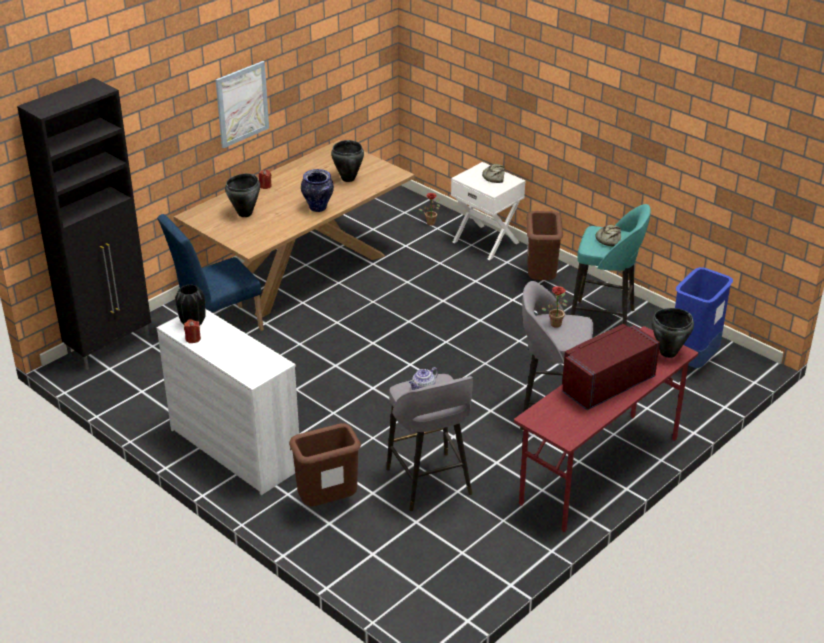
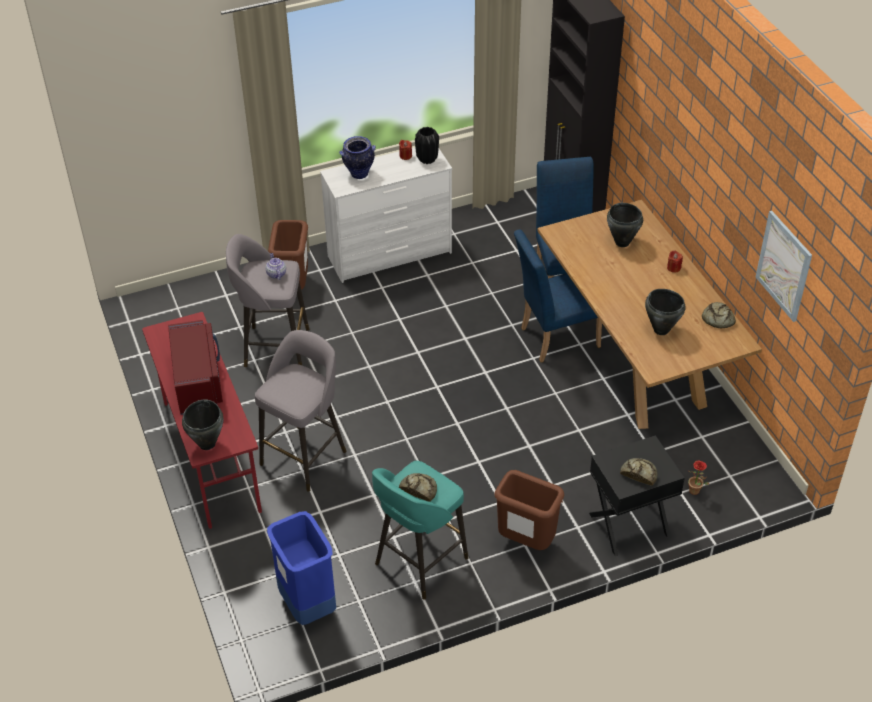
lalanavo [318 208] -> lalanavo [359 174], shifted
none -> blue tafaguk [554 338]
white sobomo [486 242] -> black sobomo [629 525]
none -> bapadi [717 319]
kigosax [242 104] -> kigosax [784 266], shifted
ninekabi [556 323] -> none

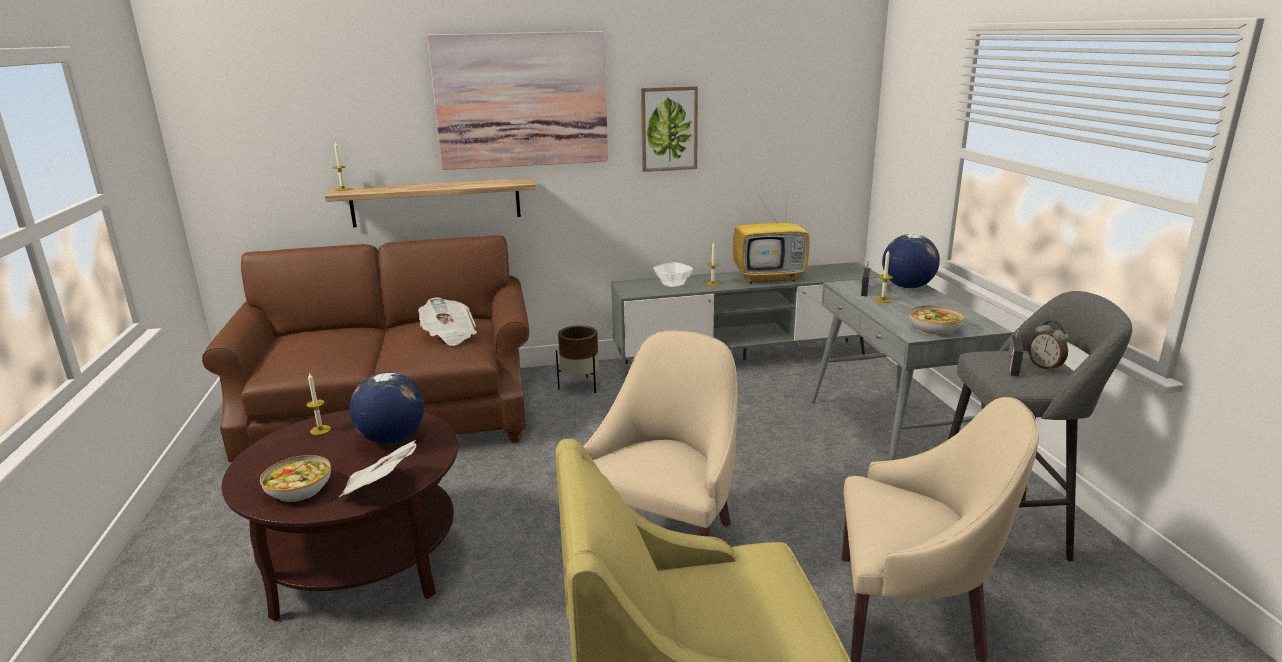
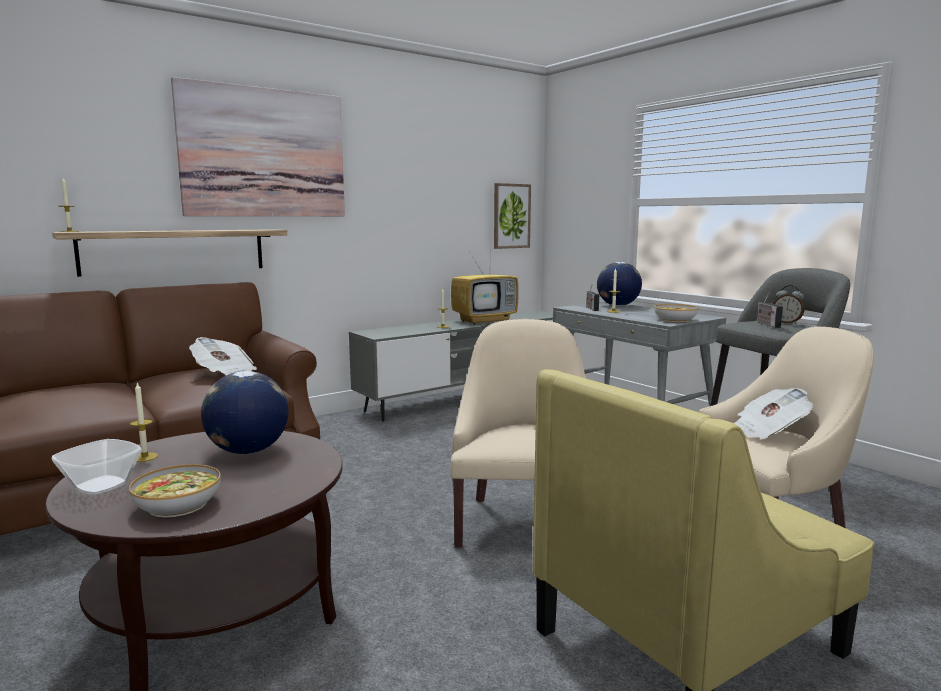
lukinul [673 284] -> lukinul [102 485], shifted
kigosax [669 129] -> kigosax [511 216], shifted
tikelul [380 487] -> tikelul [766 432], shifted
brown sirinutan [580 386] -> none

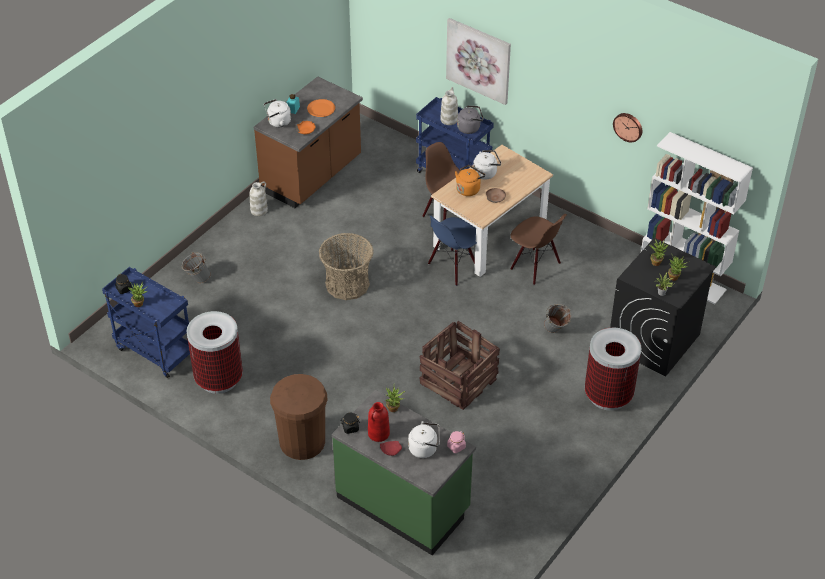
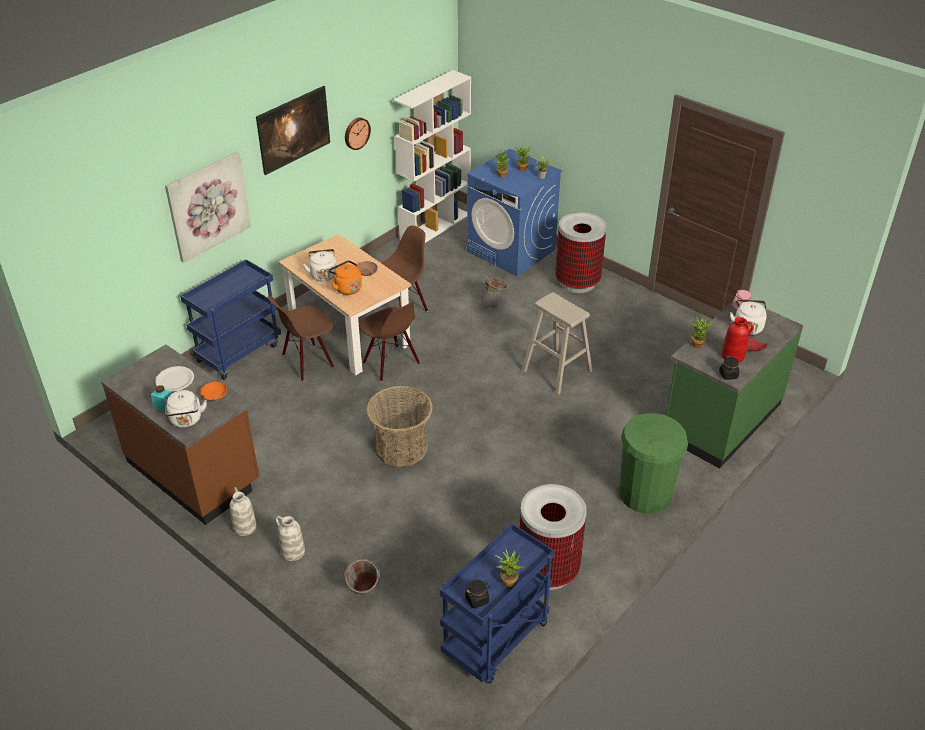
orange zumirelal [321 109] -> white zumirelal [175 380]
none -> kigosax [295 144]
white lalanavo [449 119] -> white lalanavo [292 552], shifted
blue tafaguk [453 267] -> brown tafaguk [390 363]
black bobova [653 341] -> blue bobova [511 250]
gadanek [459 380] -> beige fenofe [556 371]
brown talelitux [302 441] -> green talelitux [645 494]
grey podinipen [470 128] -> none

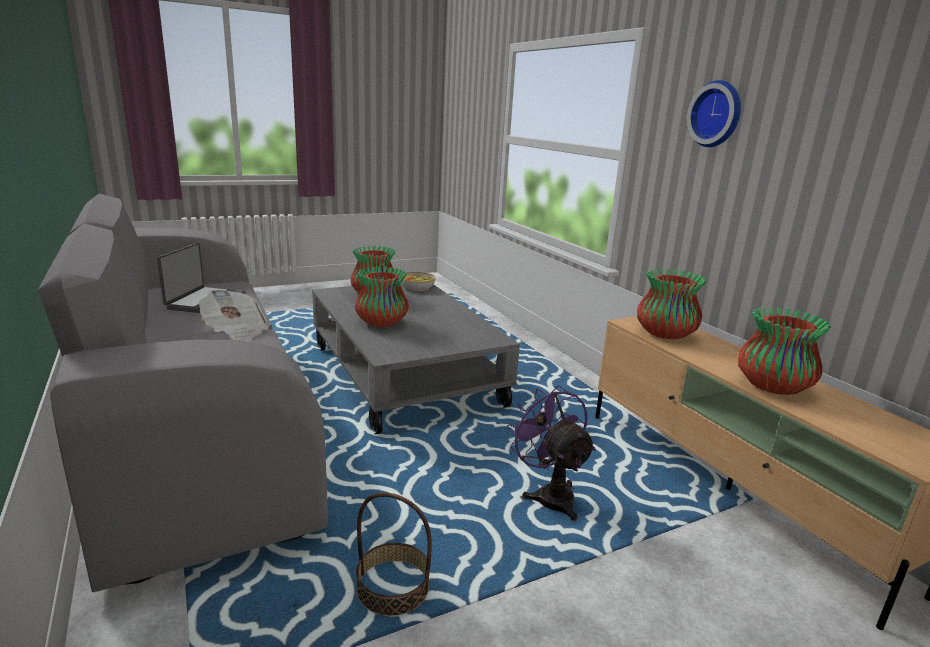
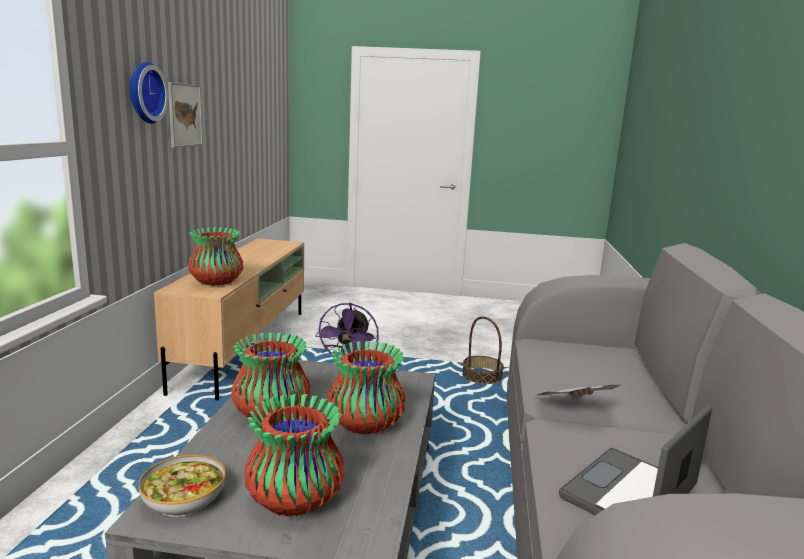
none -> kigosax [185 115]
lalanavo [773 387] -> lalanavo [271 414], shifted

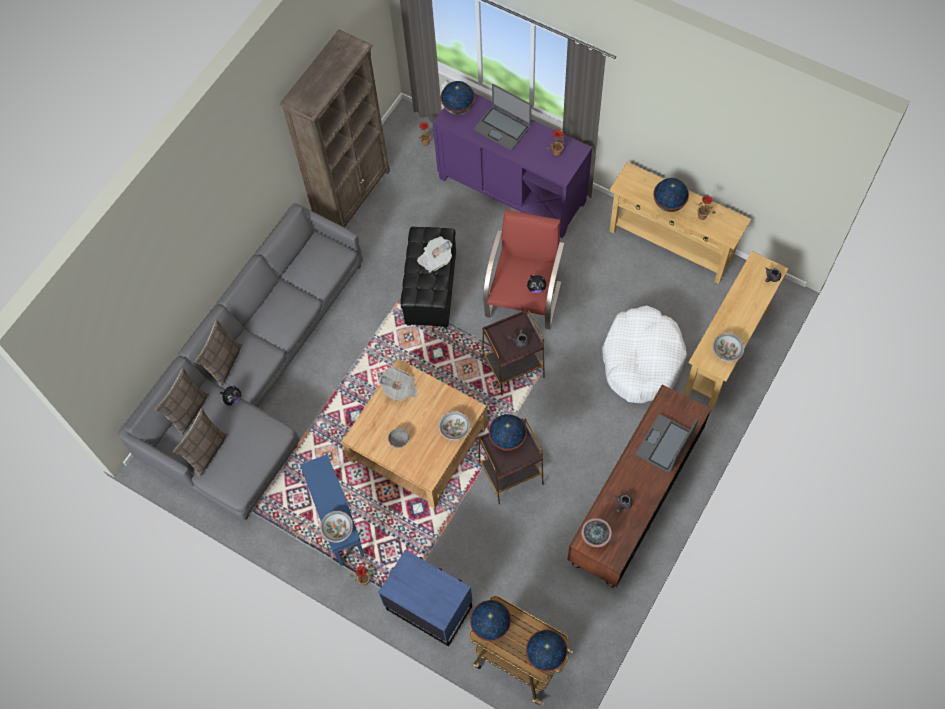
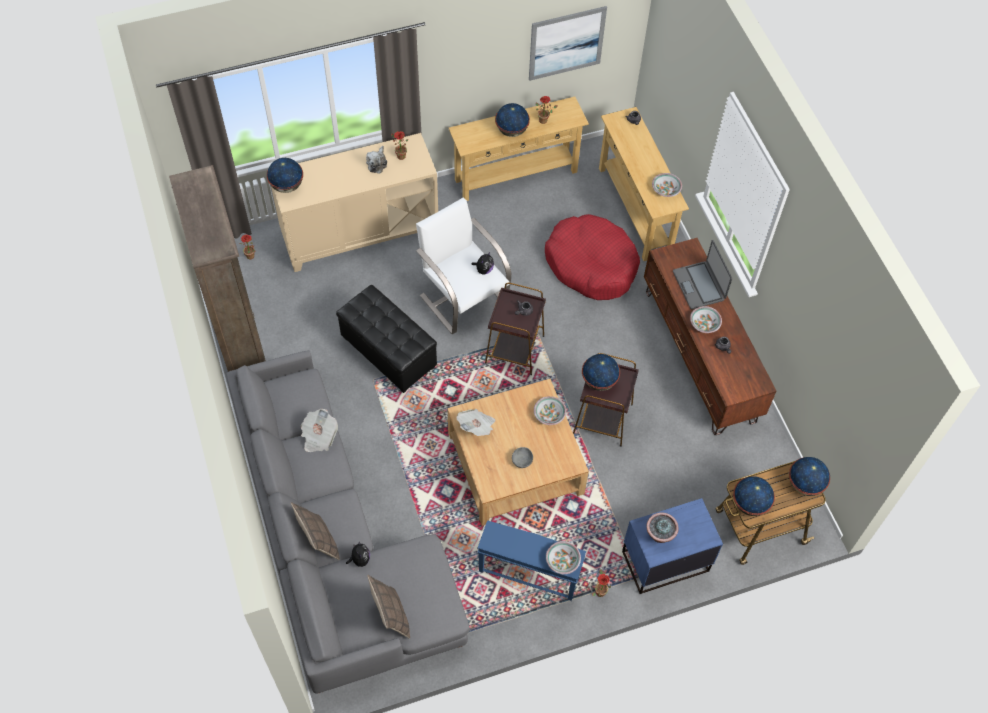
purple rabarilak [512 190] -> beige rabarilak [360 233]
tikelul [435 259] -> tikelul [319 436], shifted
none -> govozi [377 163]
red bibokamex [524 298] -> white bibokamex [463 298]
none -> kigosax [566 43]
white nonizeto [641 360] -> red nonizeto [591 264]
ninekabi [595 538] -> ninekabi [659 534], shifted
none -> lukinul [704 324]
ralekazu [188 411] -> none
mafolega [502 128] -> none

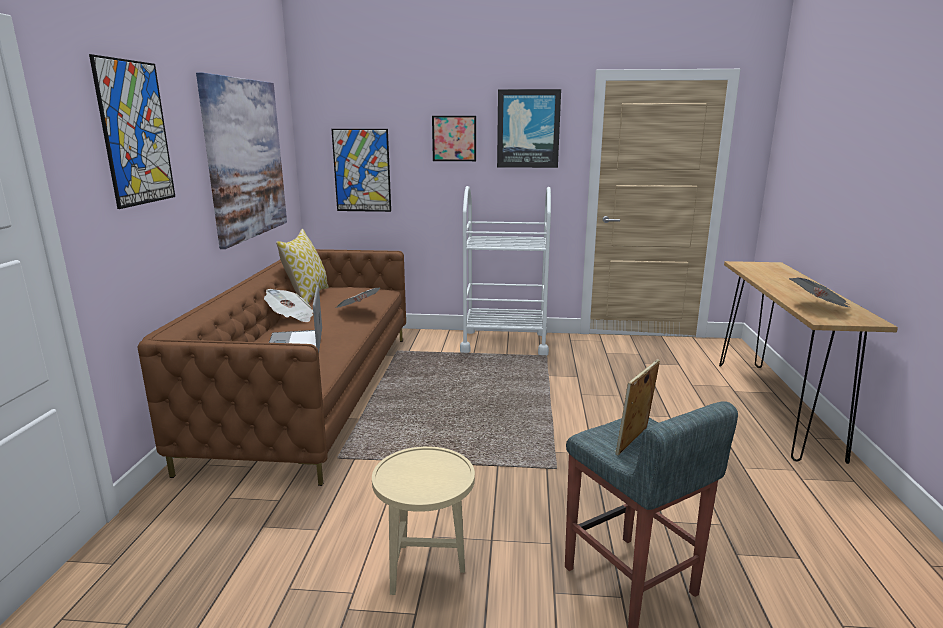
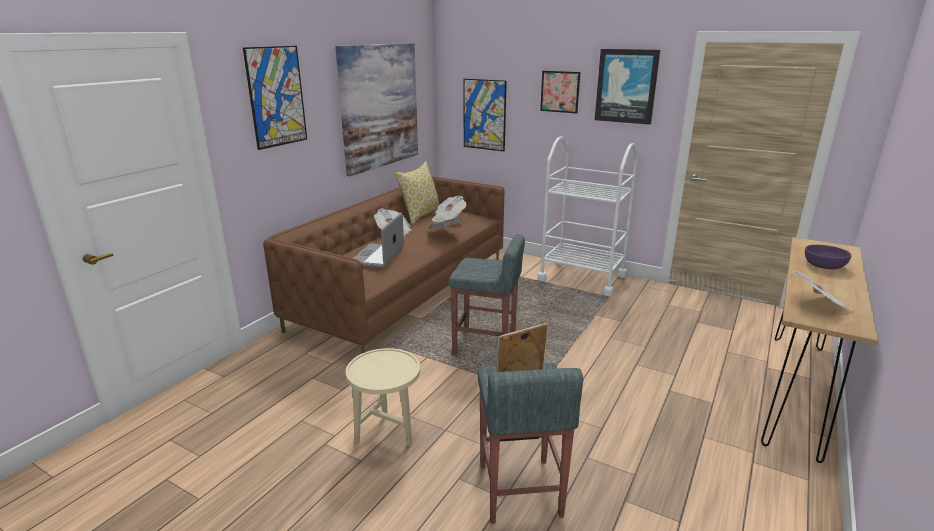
none -> tikelul [448 218]
none -> grey fenofe [485 347]
none -> purple lukinul [823 265]

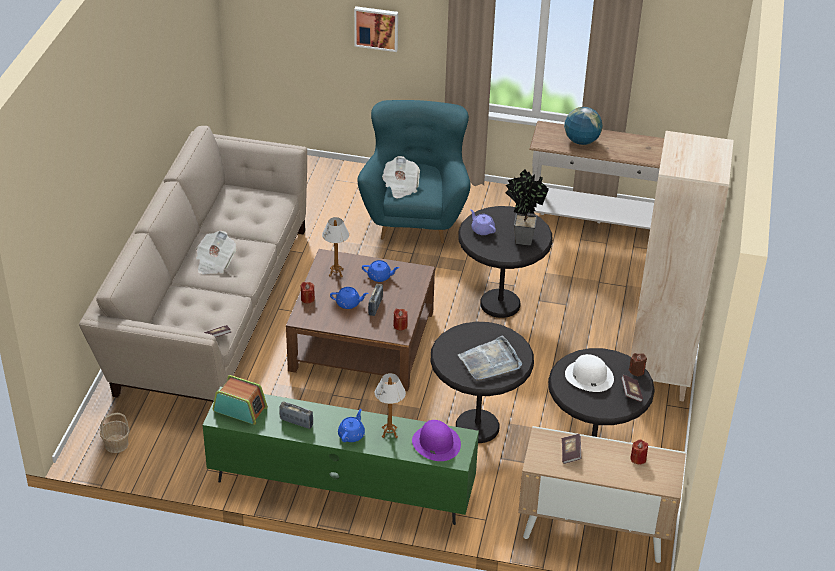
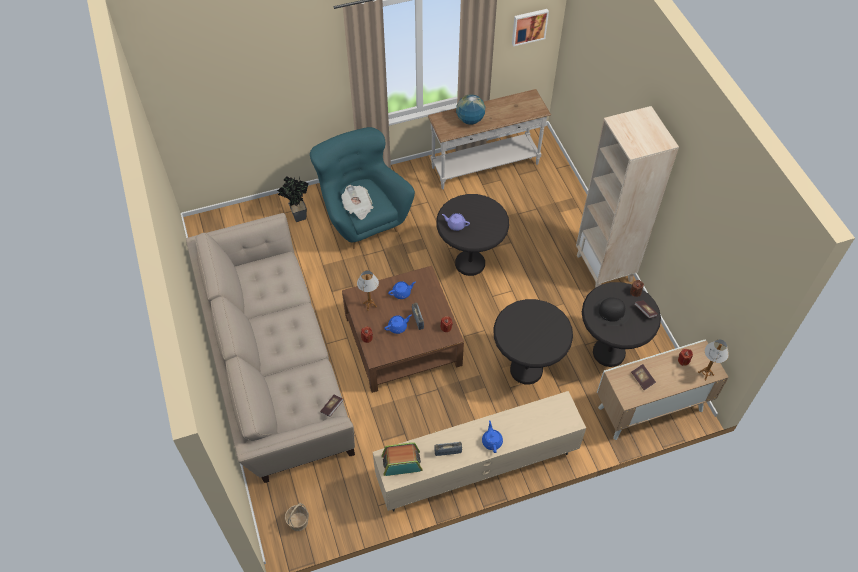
ninekabi [520 238] -> ninekabi [297 216], shifted
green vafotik [341 487] -> beige vafotik [477 467]
kigosax [376 28] -> kigosax [529 26], shifted
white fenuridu [589 376] -> black fenuridu [611 312]
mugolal [389 432] -> mugolal [705 373], shifted
tikelul [214 263] -> none
purple fenuridu [436 443] -> none
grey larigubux [490 362] -> none

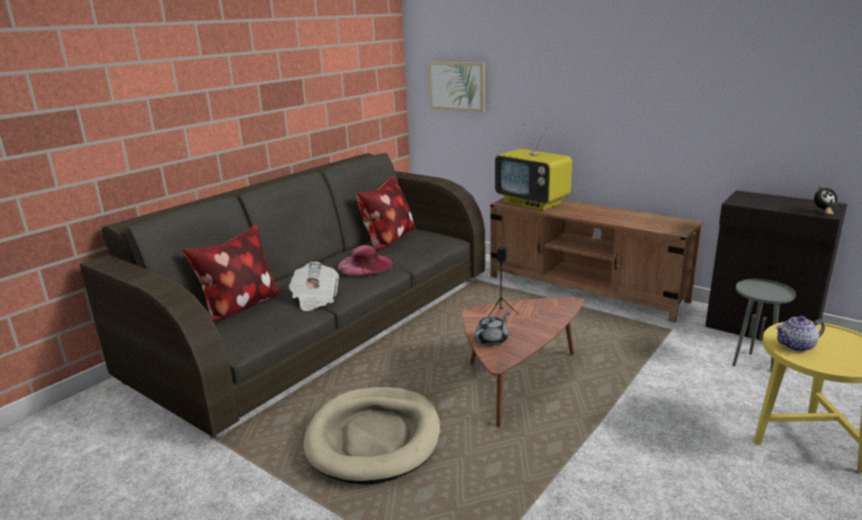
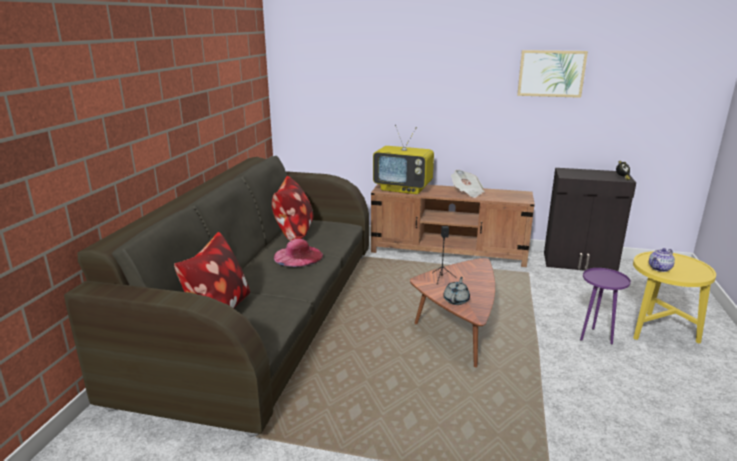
tikelul [315 299] -> tikelul [467 192], shifted
kigosax [457 86] -> kigosax [551 73], shifted
none -> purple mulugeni [595 337]
beige nonizeto [374 438] -> none
grey mulugeni [752 363] -> none

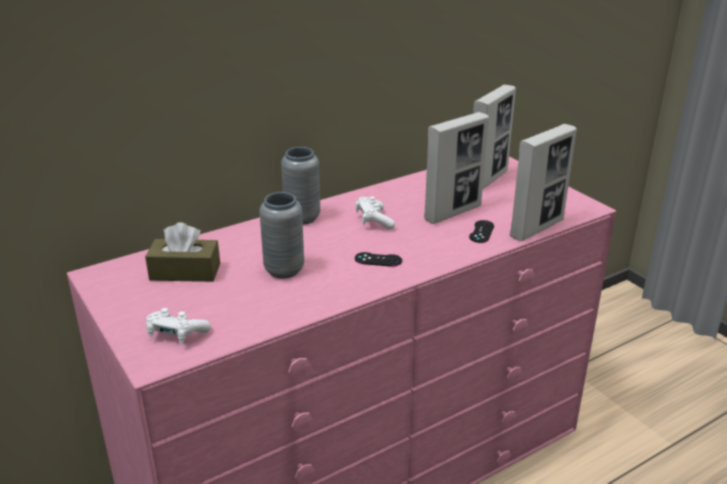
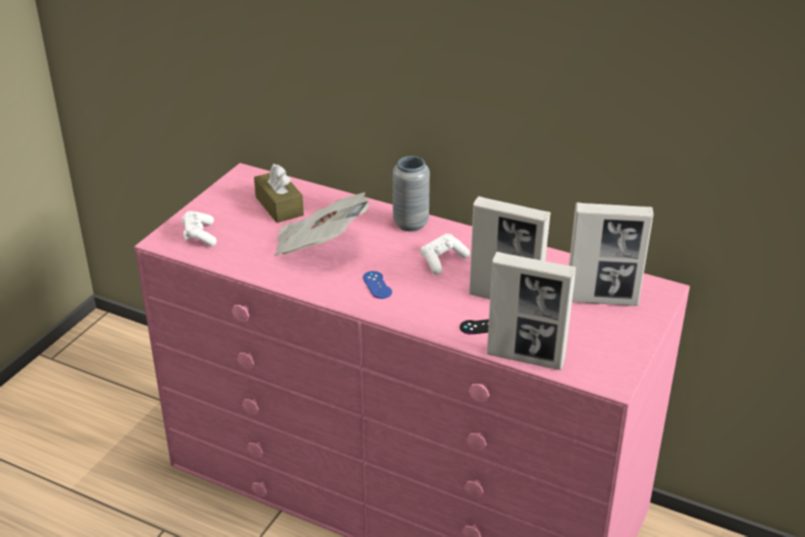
grey lalanavo [284 270] -> tikelul [319 246]
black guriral [378 260] -> blue guriral [377 285]

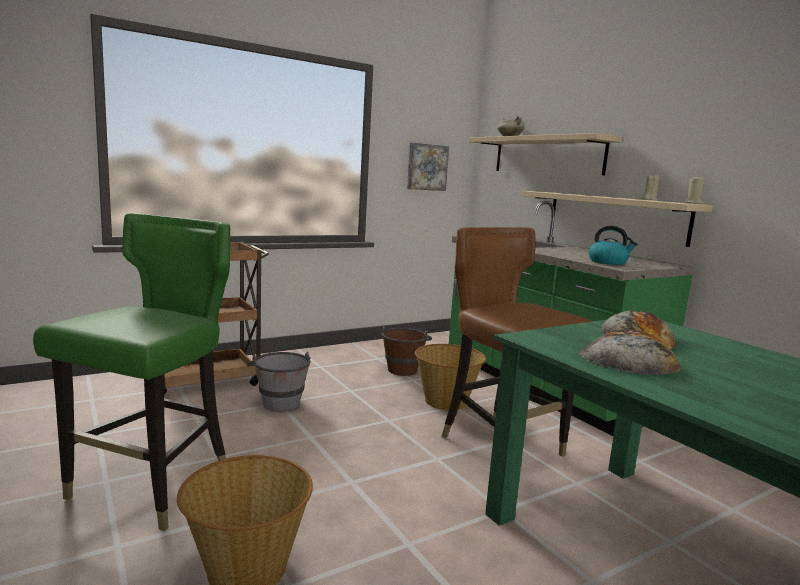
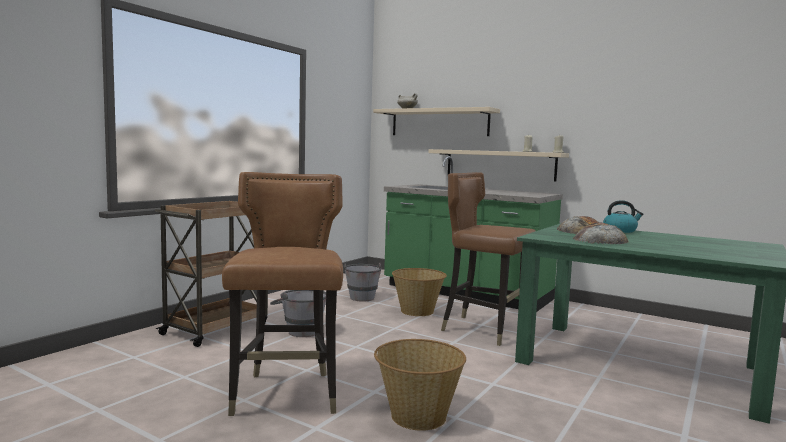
green tafaguk [153 487] -> brown tafaguk [287 395]
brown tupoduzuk [403 368] -> grey tupoduzuk [360 296]
podinipen [608 262] -> podinipen [620 230], shifted
kigosax [426 167] -> none

